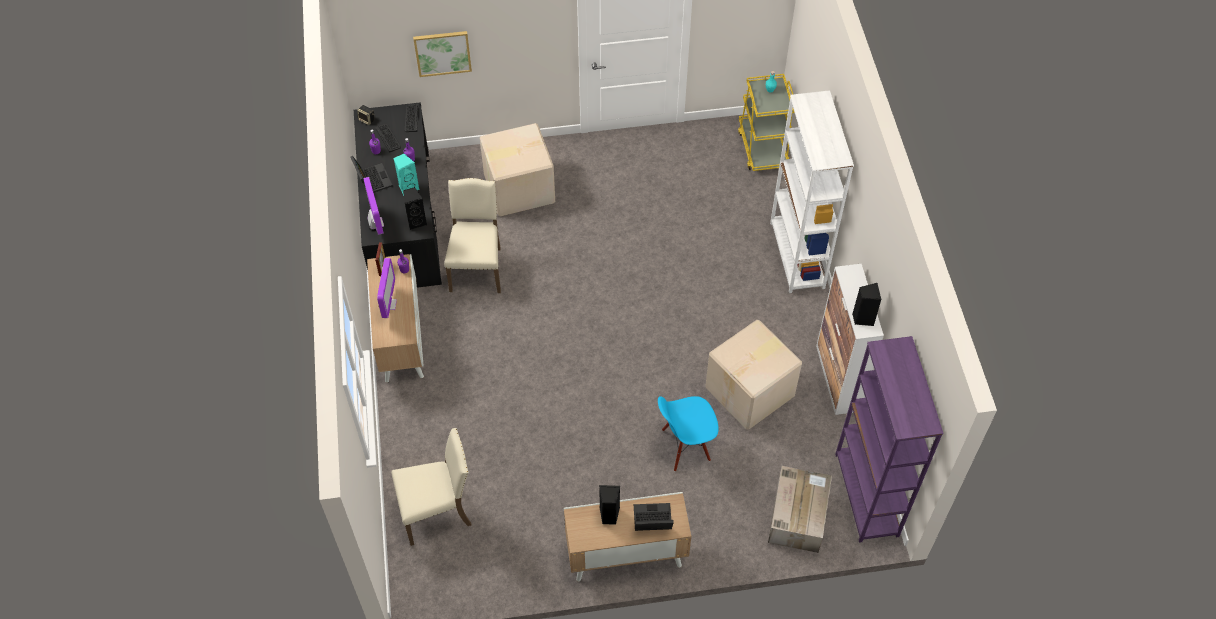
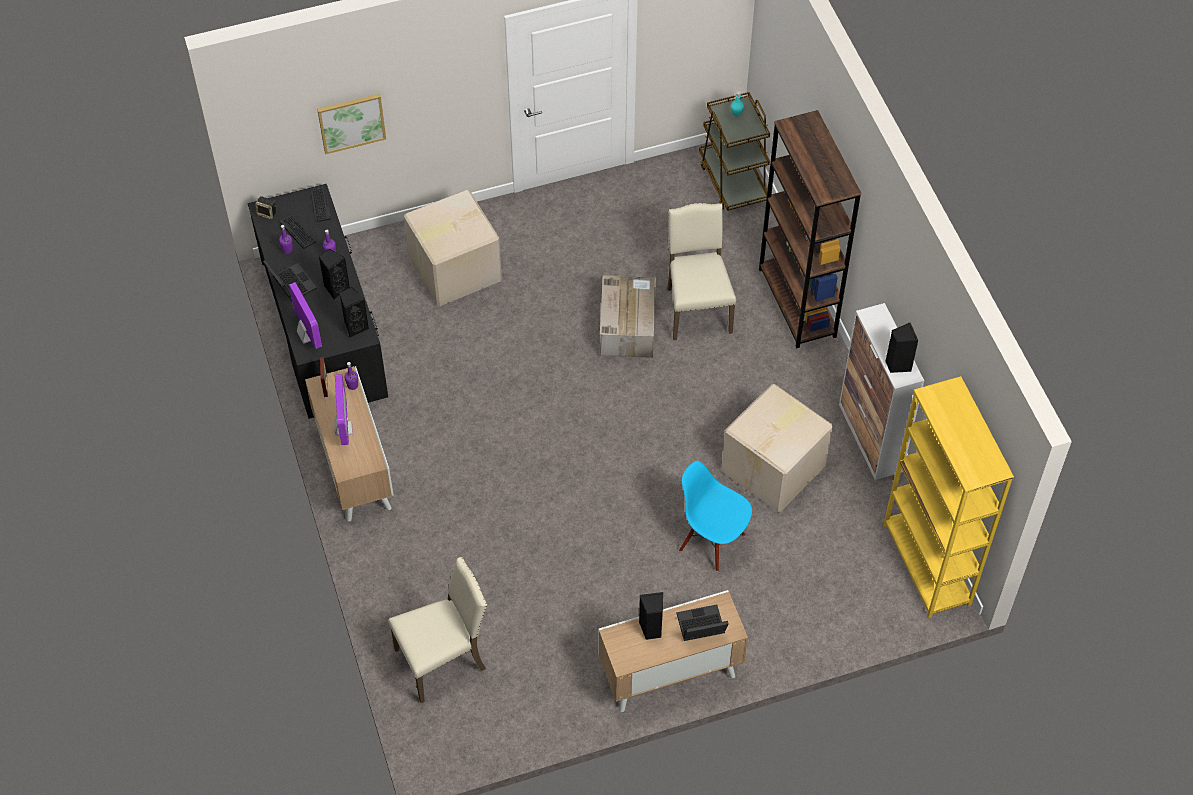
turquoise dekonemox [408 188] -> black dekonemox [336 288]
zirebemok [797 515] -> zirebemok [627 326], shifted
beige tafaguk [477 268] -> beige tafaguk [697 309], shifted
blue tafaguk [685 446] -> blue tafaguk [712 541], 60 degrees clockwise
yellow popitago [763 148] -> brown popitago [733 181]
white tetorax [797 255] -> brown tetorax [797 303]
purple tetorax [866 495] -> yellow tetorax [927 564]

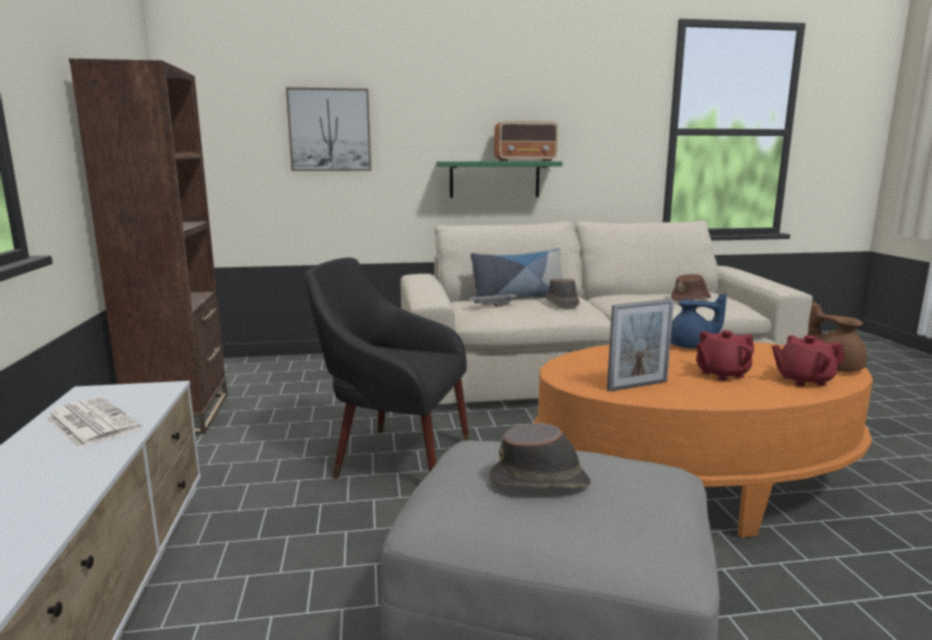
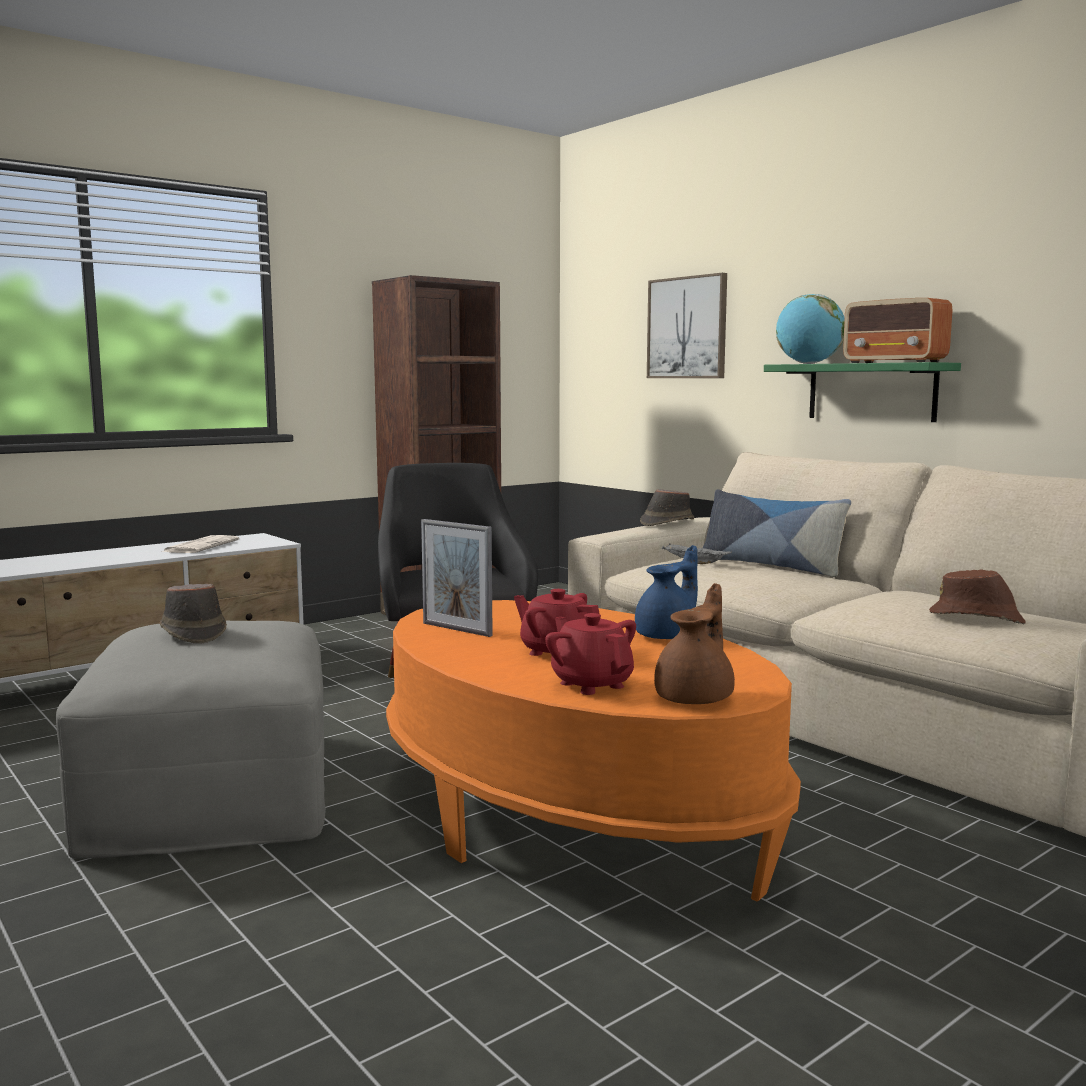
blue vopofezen [691 346] -> blue vopofezen [669 636], 120 degrees counterclockwise
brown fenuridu [561 304] -> brown fenuridu [666 522], shifted
none -> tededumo [809 363]

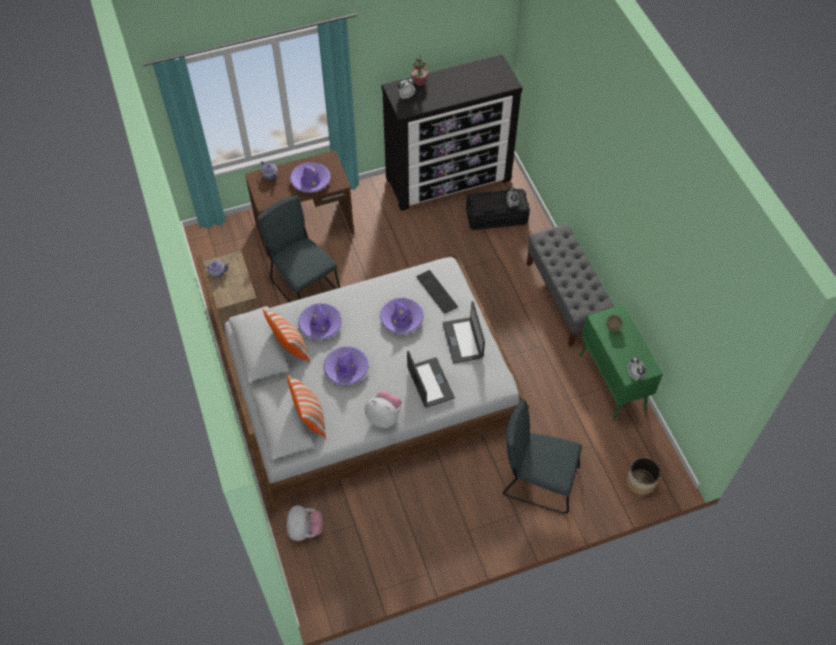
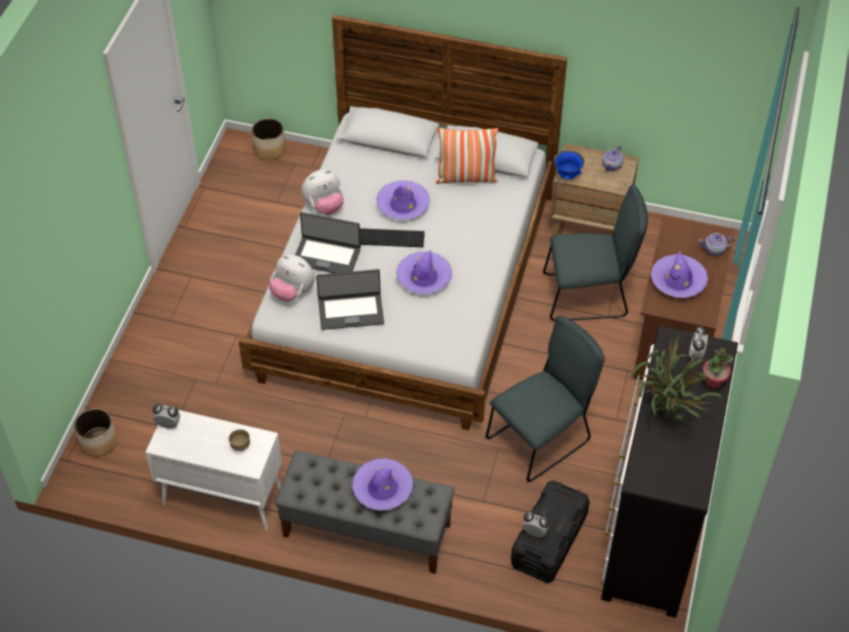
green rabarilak [612 383] -> white rabarilak [221 497]
none -> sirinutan [269 149]
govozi [305 529] -> govozi [292 292], shifted
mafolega [463 340] -> mafolega [350 311], 150 degrees clockwise
purple fenuridu [320 324] -> purple fenuridu [382 488], shifted
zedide [435 291] -> zedide [391 237], shifted
grey tafaguk [536 481] -> grey tafaguk [542 438], shifted
none -> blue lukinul [567 175]
none -> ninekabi [666 416]
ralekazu [310 418] -> none

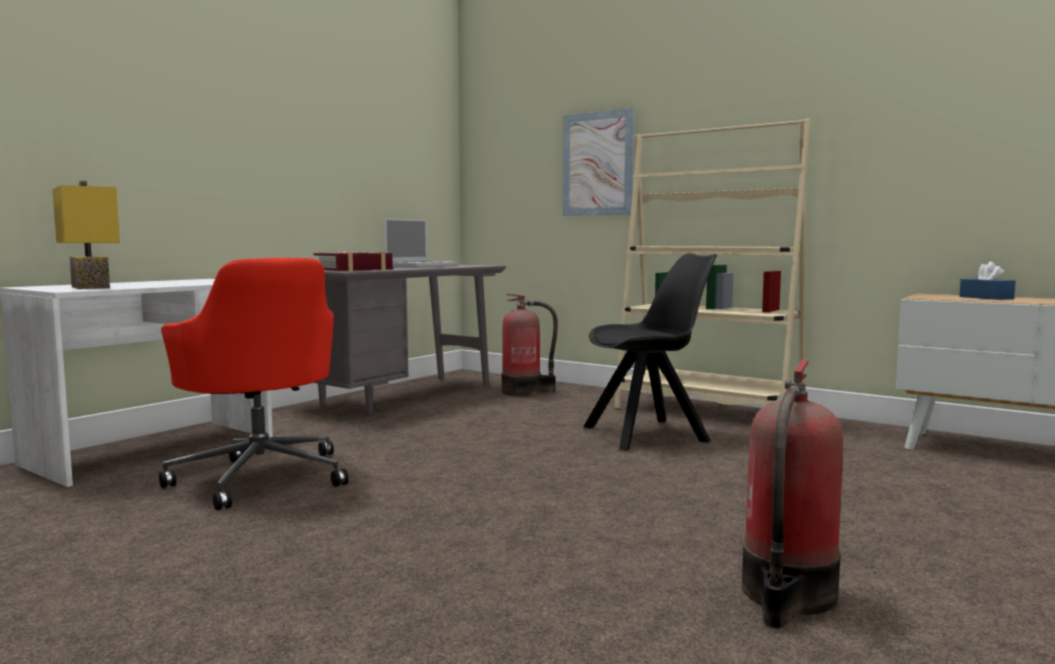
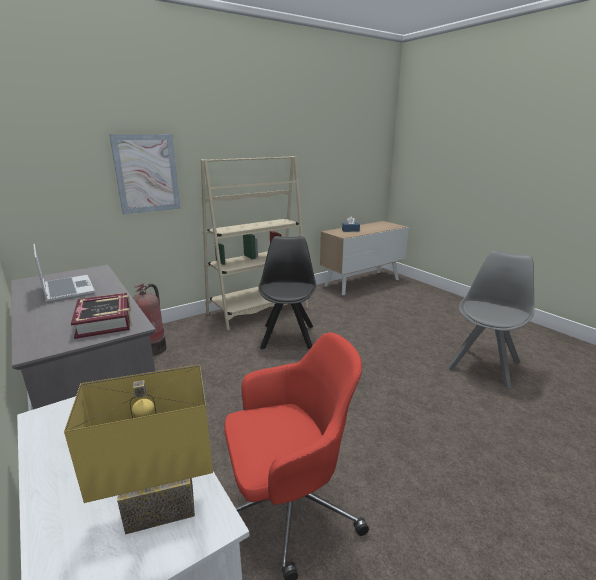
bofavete [787 596] -> grey tafaguk [484 364]

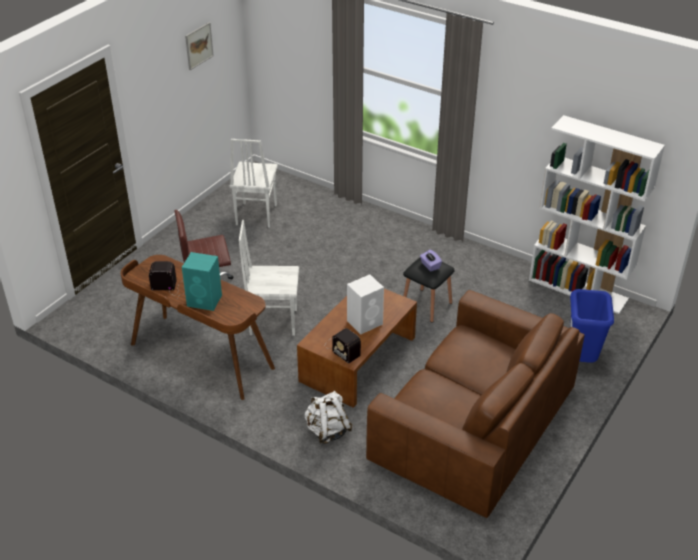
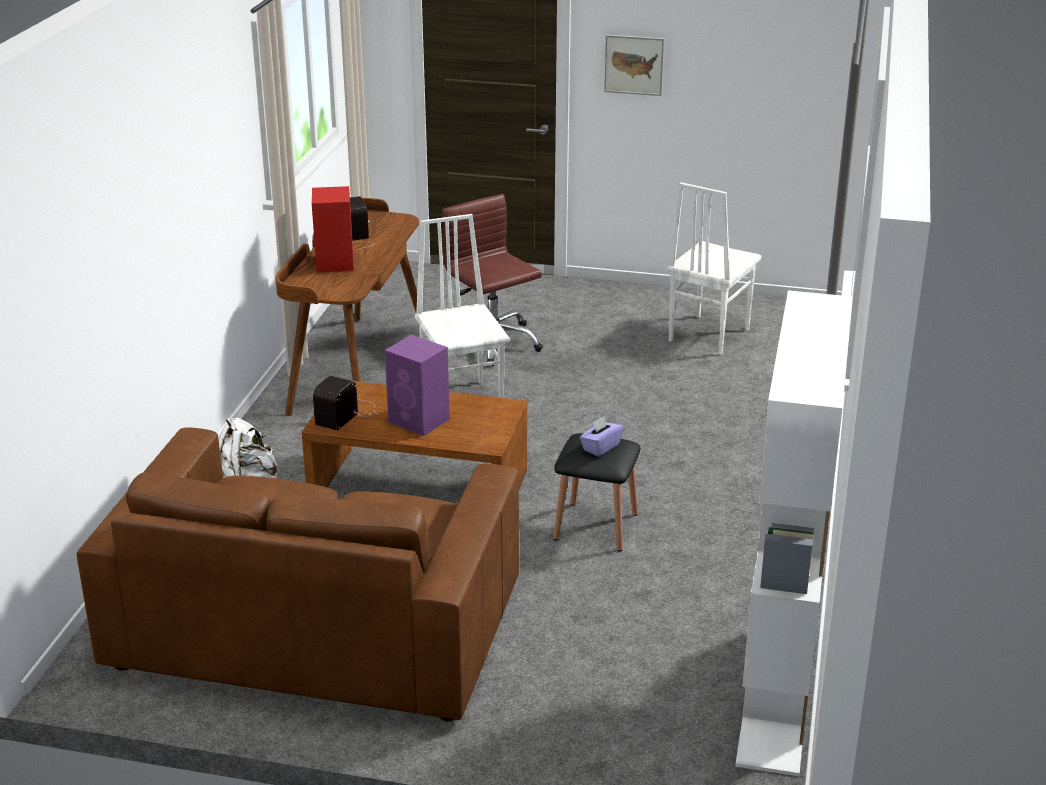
turquoise dekonemox [205 300] -> red dekonemox [335 263]
white dekonemox [365 322] -> purple dekonemox [420 421]
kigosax [199 45] -> kigosax [634 65], shifted
white tafaguk [255 215] -> white tafaguk [707 335], 45 degrees counterclockwise
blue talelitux [581 360] -> none

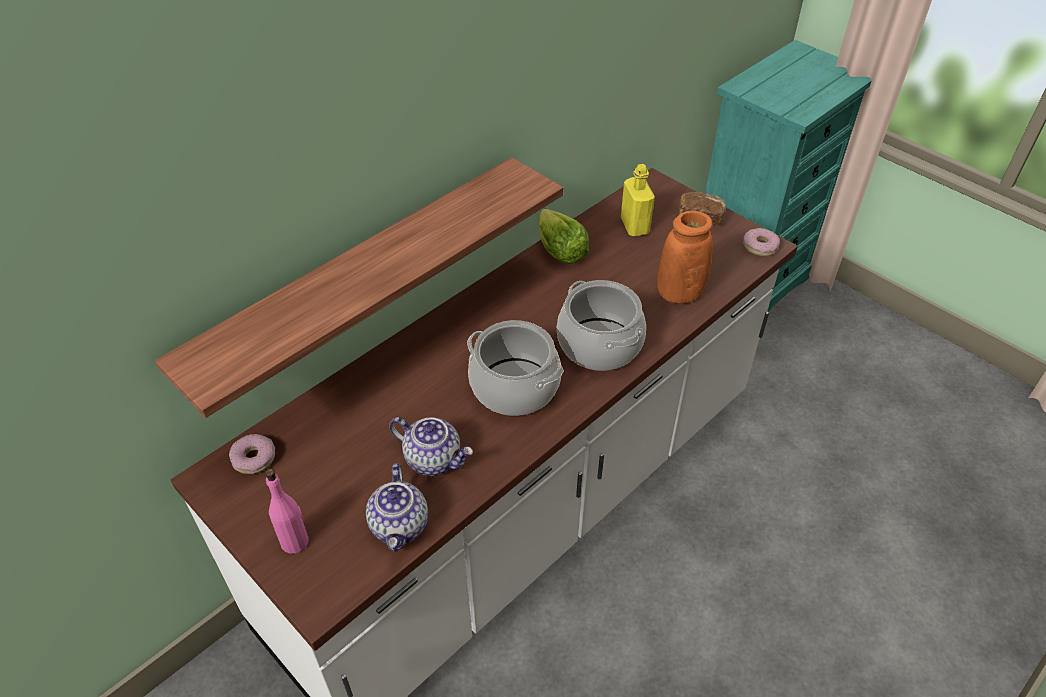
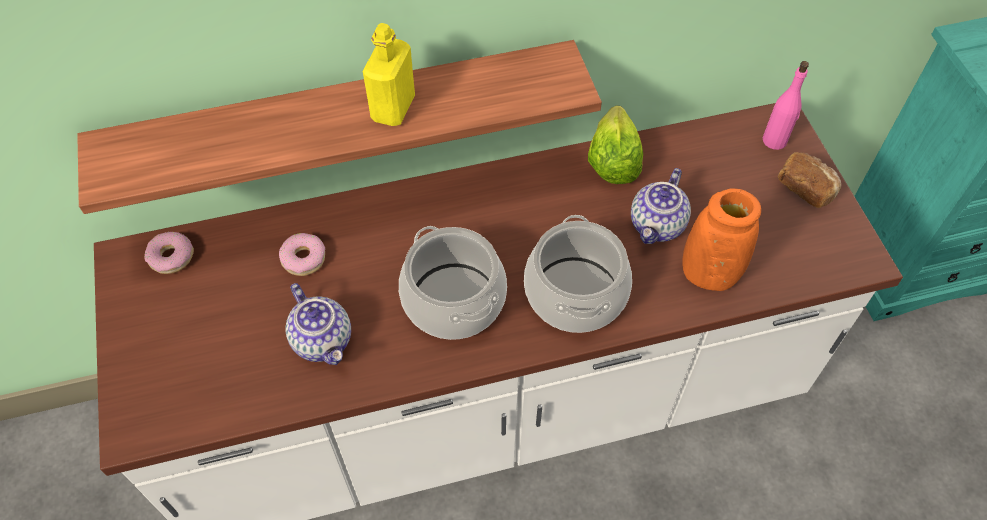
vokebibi [760 247] -> vokebibi [303 258], shifted
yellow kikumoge [634 226] -> yellow kikumoge [393 108], shifted
vopofezen [400 526] -> vopofezen [657 225], shifted
pink kikumoge [295 541] -> pink kikumoge [775 140], shifted

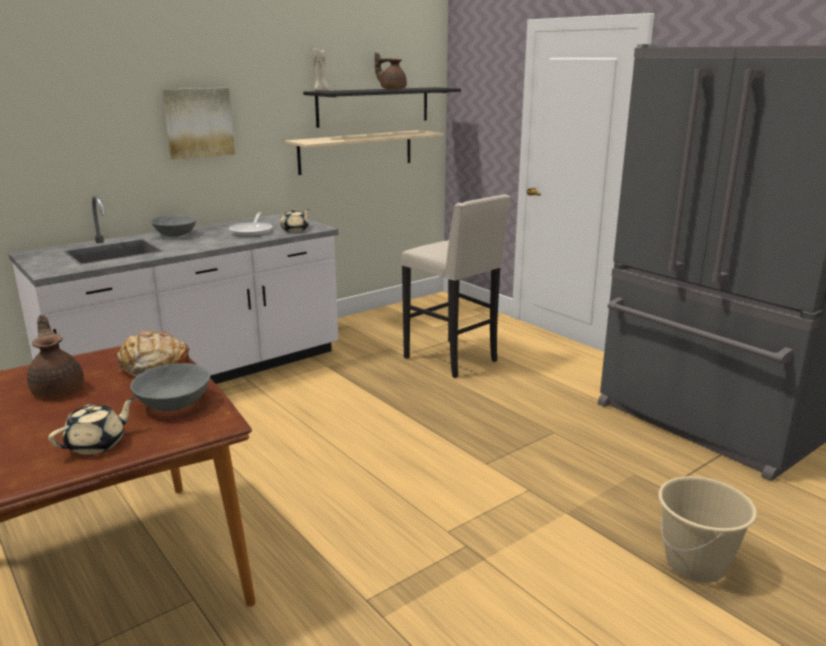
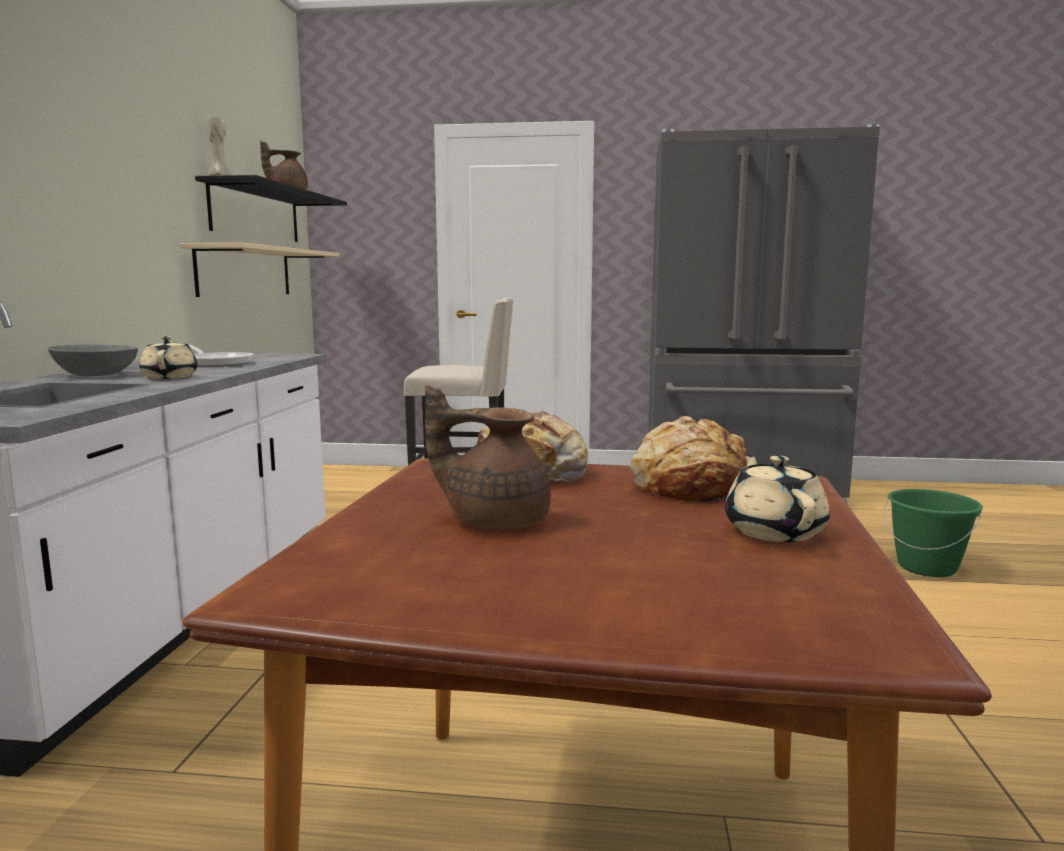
beige vopofezen [295 230] -> beige vopofezen [170 377], shifted
grey lukinul [173 404] -> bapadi [690 486]
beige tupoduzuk [696 564] -> green tupoduzuk [927 567]
kigosax [198 122] -> none

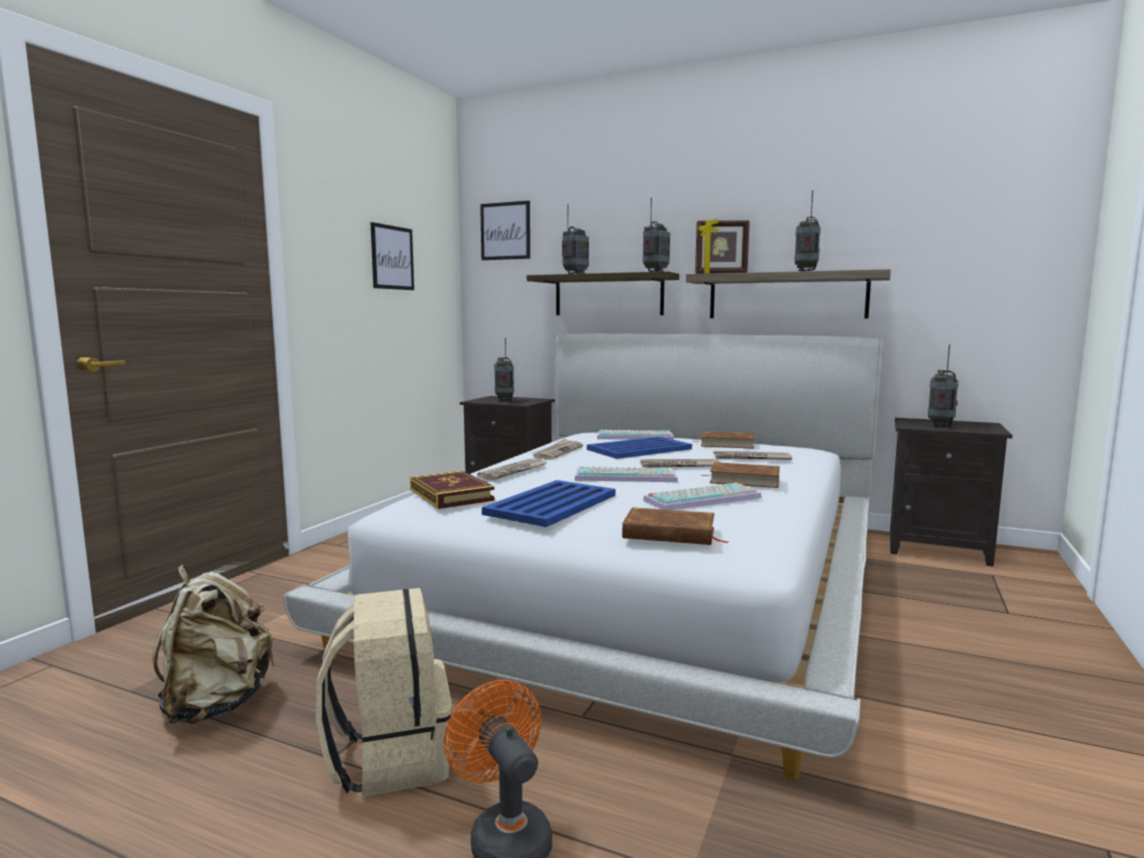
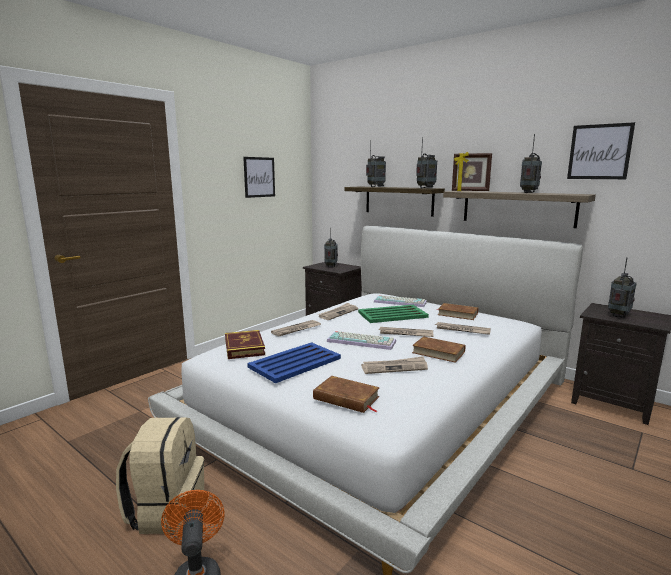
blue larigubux [638 449] -> green larigubux [392 315]
zedide [702 498] -> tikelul [394 367]
kigosax [505 231] -> kigosax [599 152], shifted
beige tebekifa [216 704] -> none

